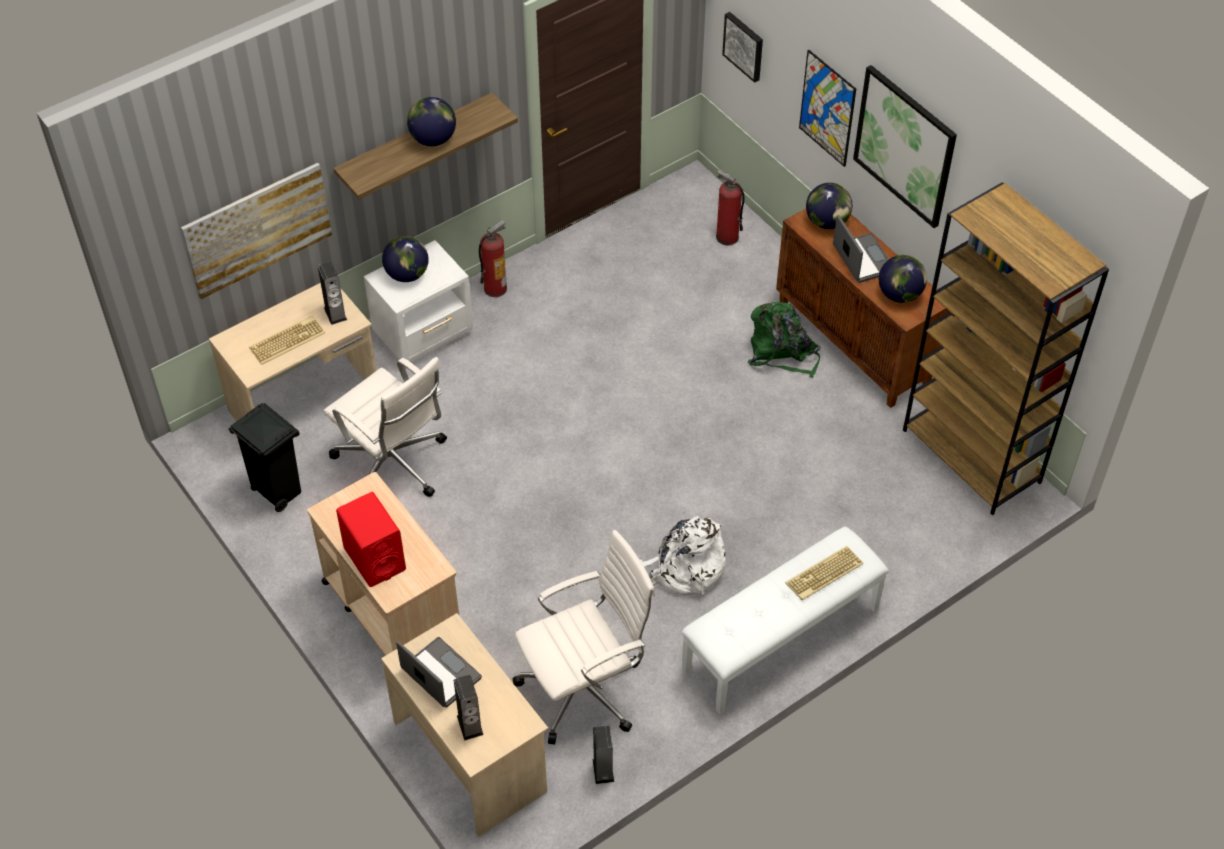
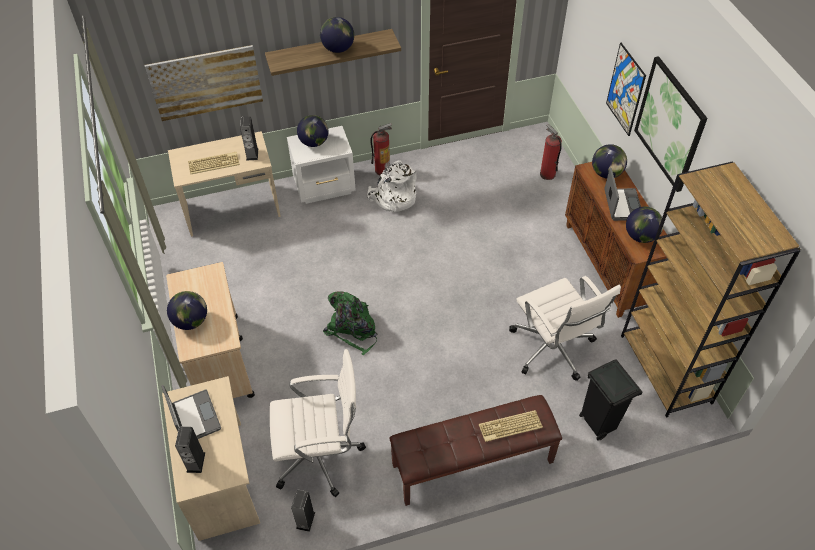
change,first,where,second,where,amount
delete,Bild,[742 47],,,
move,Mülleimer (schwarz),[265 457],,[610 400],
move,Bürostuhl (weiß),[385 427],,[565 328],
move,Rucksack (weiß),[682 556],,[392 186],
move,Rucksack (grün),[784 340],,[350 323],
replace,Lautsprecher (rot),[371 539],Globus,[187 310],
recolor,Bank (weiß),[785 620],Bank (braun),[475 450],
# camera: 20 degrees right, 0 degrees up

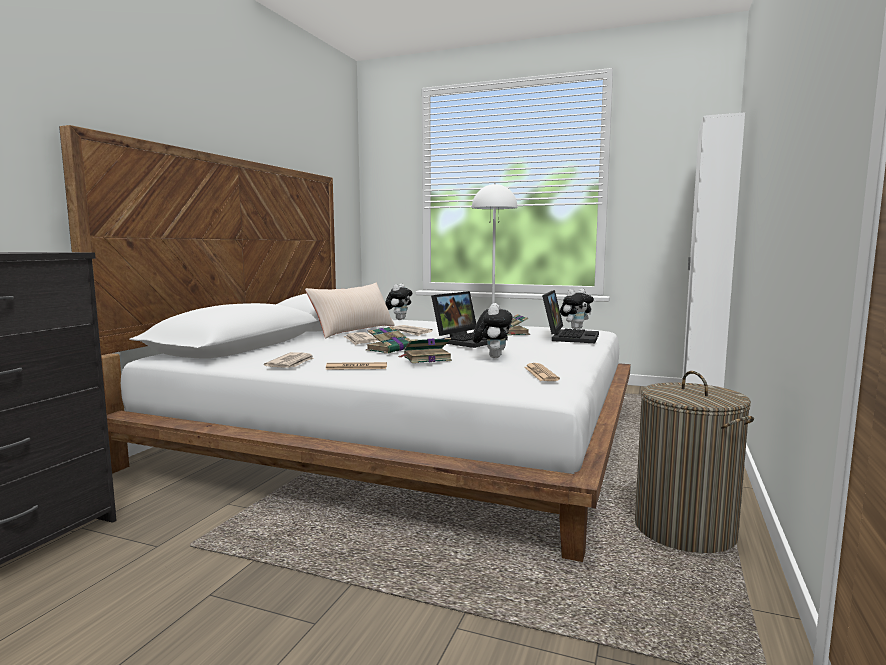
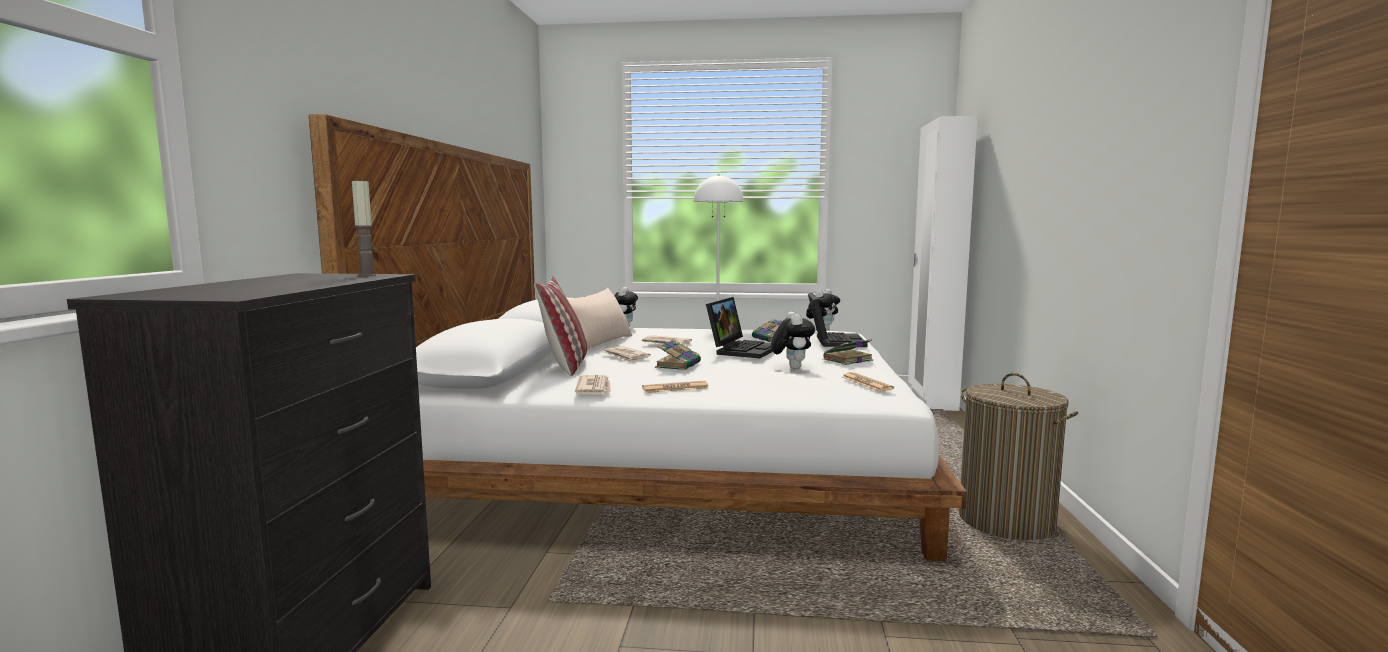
change,first,where,second,where,amount
insert,,,Kerze,[364 227],
insert,,,Kissen,[560 326],
move,Buch,[426 350],,[848 352],
# camera: 15 degrees left, 0 degrees up

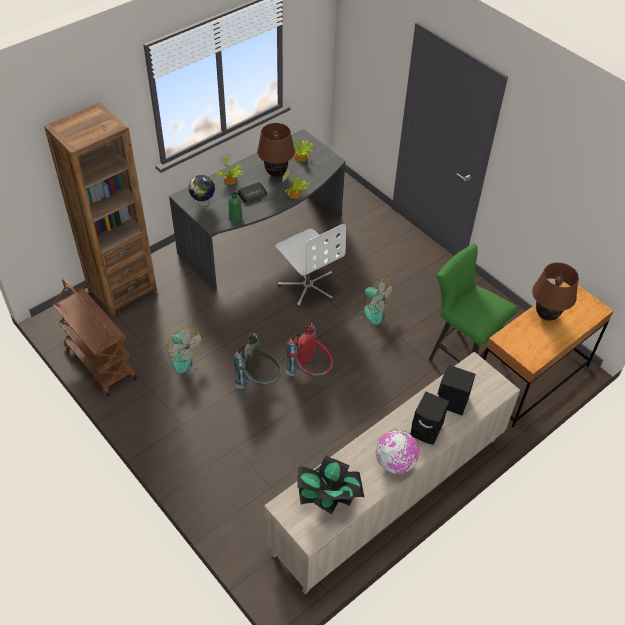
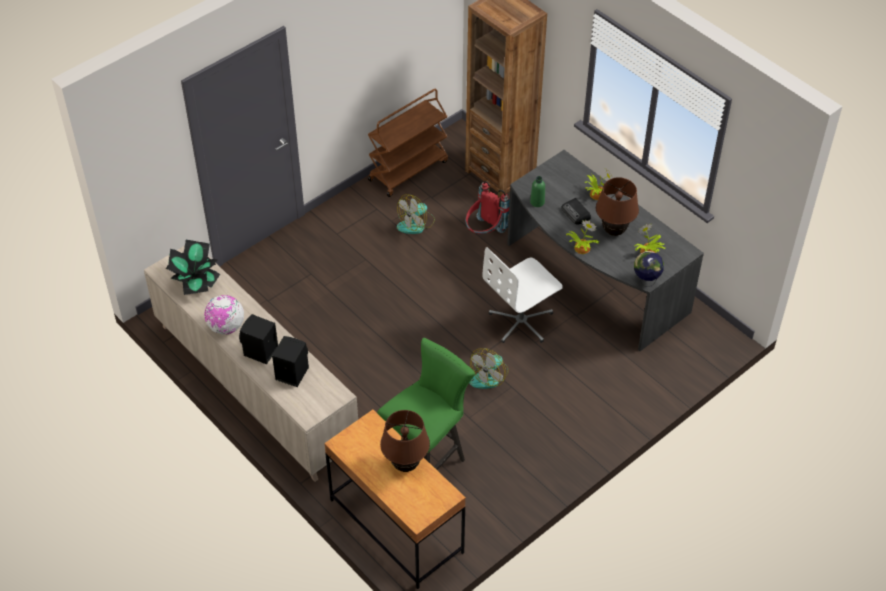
change,first,where,second,where,amount
delete,Rucksack (grau),[257 360],,,
move,Globus,[202 191],,[649 269],
move,Rucksack (rot),[309 349],,[487 207],
# camera: 90 degrees right, 0 degrees up

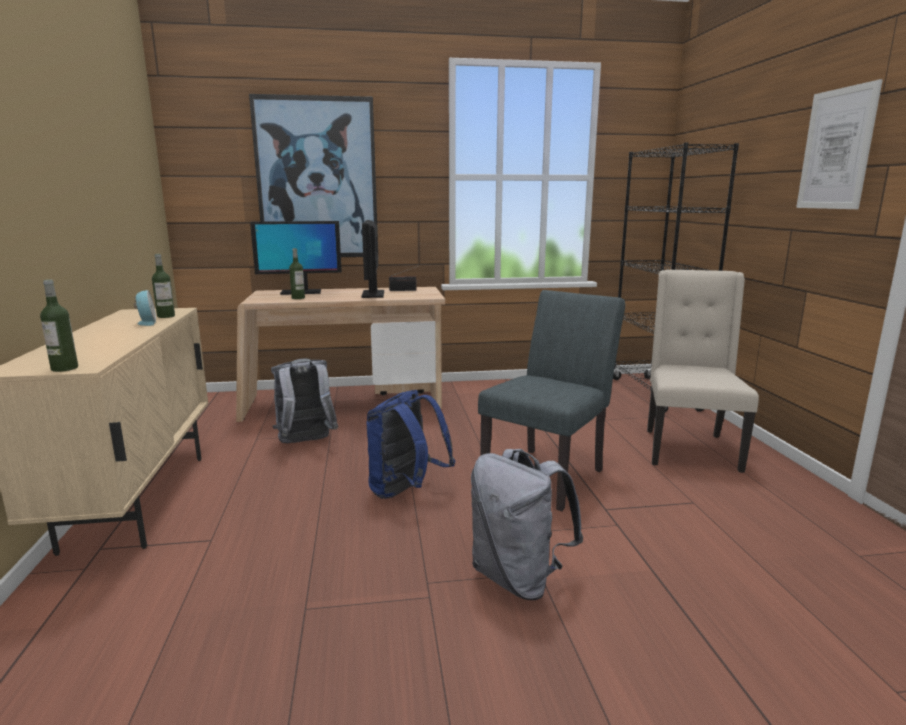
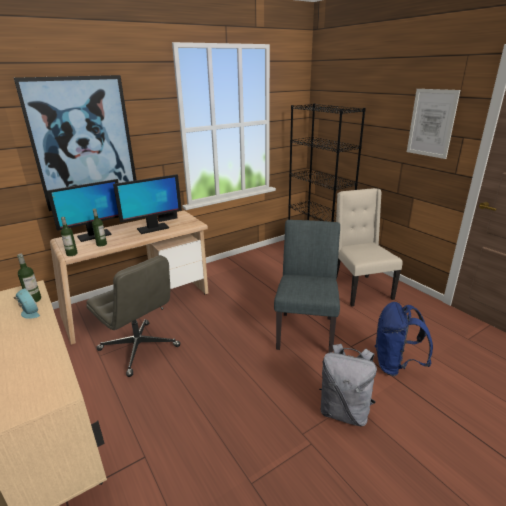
change,first,where,second,where,amount
move,Flasche,[59 325],,[69 236],
move,Rucksack (blau),[411 444],,[404 339],
replace,Rucksack (grau),[304 401],Bürostuhl (grau),[133 316],
rotate,Monitor,[372 259],,[147 204],90 degrees counterclockwise
# camera: 25 degrees left, 10 degrees up

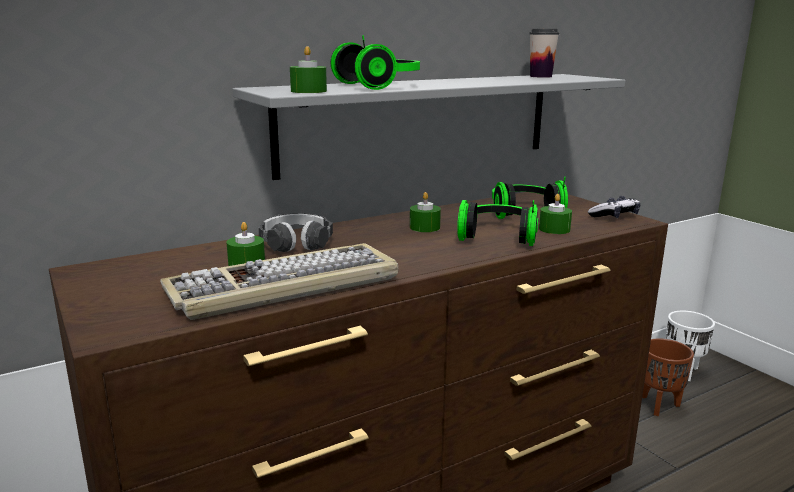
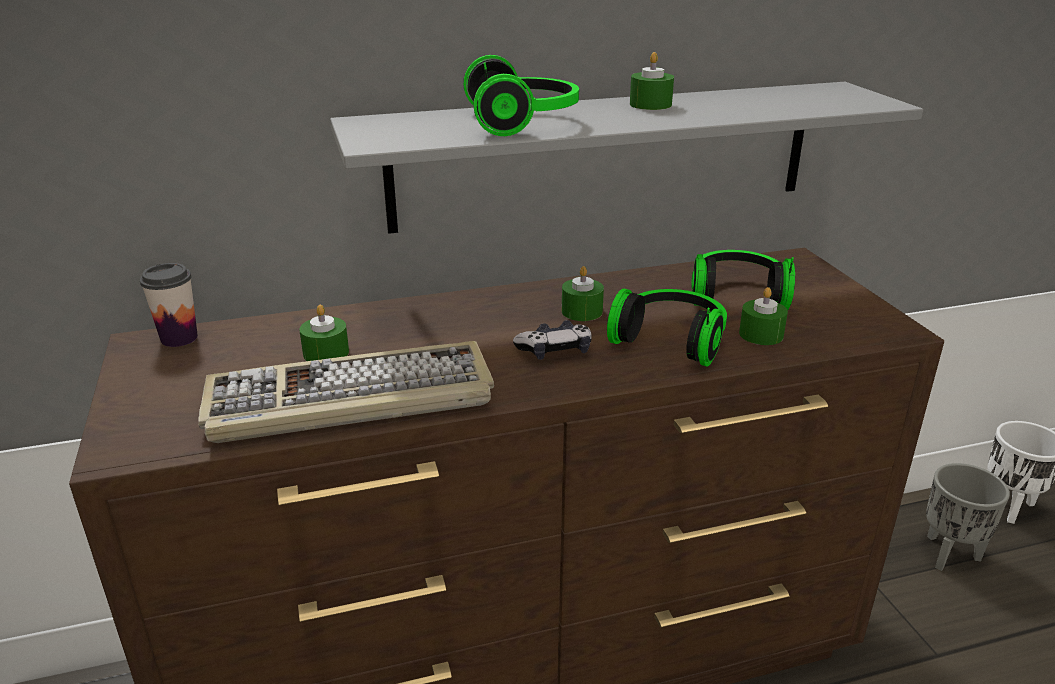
change,first,where,second,where,amount
delete,Kopfhörer,[296 232],,,
move,Kerze (grün),[308 69],,[652 81],
move,Tasse,[544 53],,[169 305],
move,Gamepad,[614 207],,[552 340],
recolor,Pflanzkübel (braun),[668 377],Pflanzkübel (grau),[968 517],
# camera: 15 degrees right, 10 degrees up

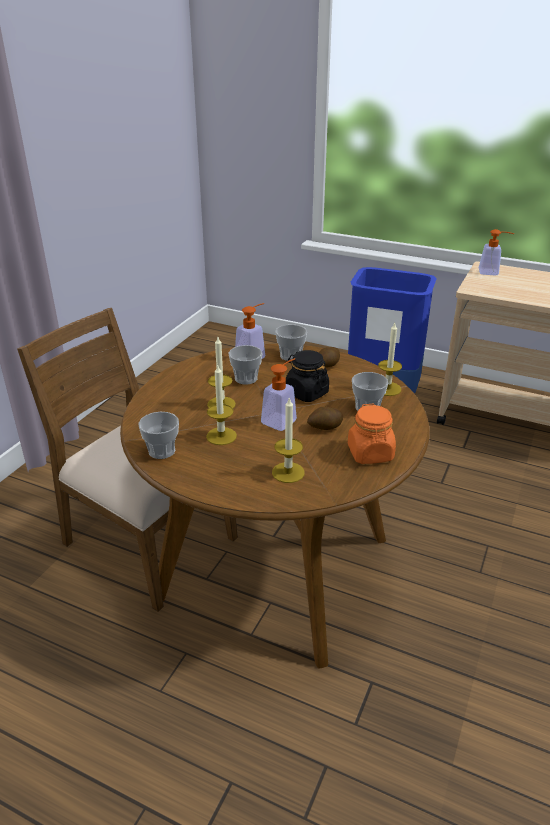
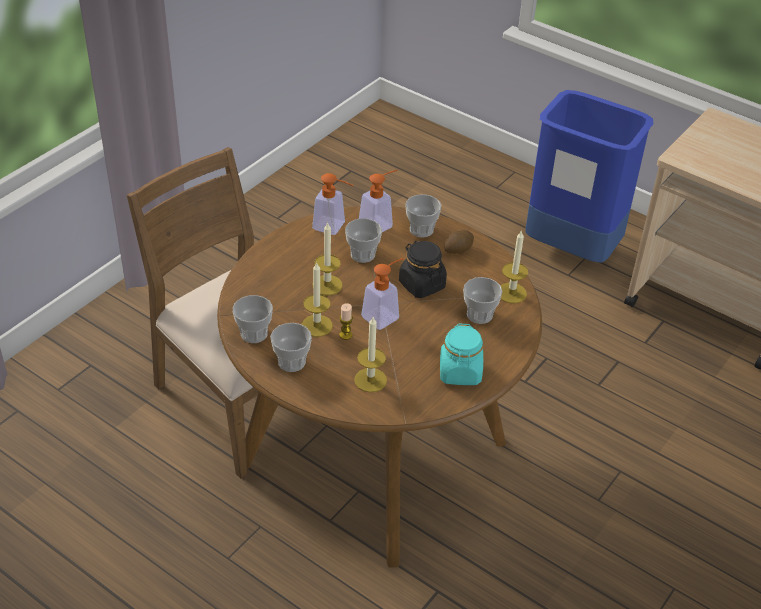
change,first,where,second,where,amount
delete,Kartoffel,[325 418],,,
insert,,,Tasse,[291 347],
insert,,,Kerze,[346 321],
move,Seifenspender,[497 252],,[332 204],
recolor,Vorratsglas (orange),[372 434],Vorratsglas (türkis),[461 354],
# camera: 10 degrees right, 10 degrees up

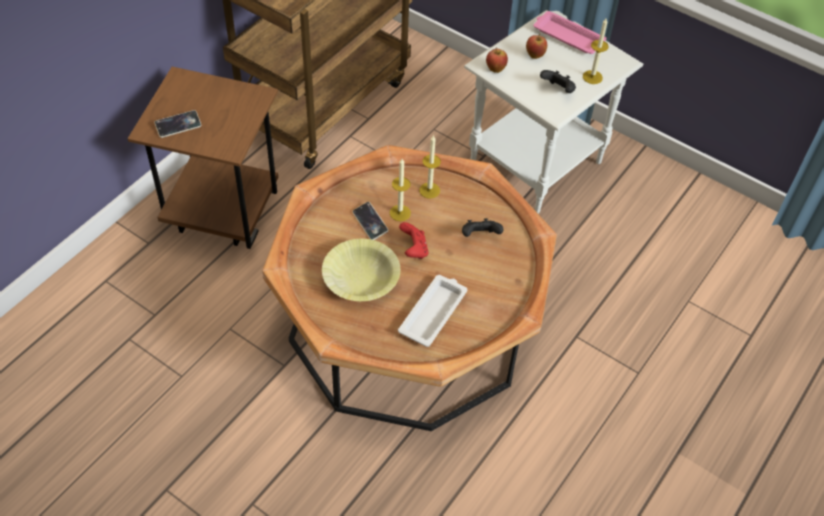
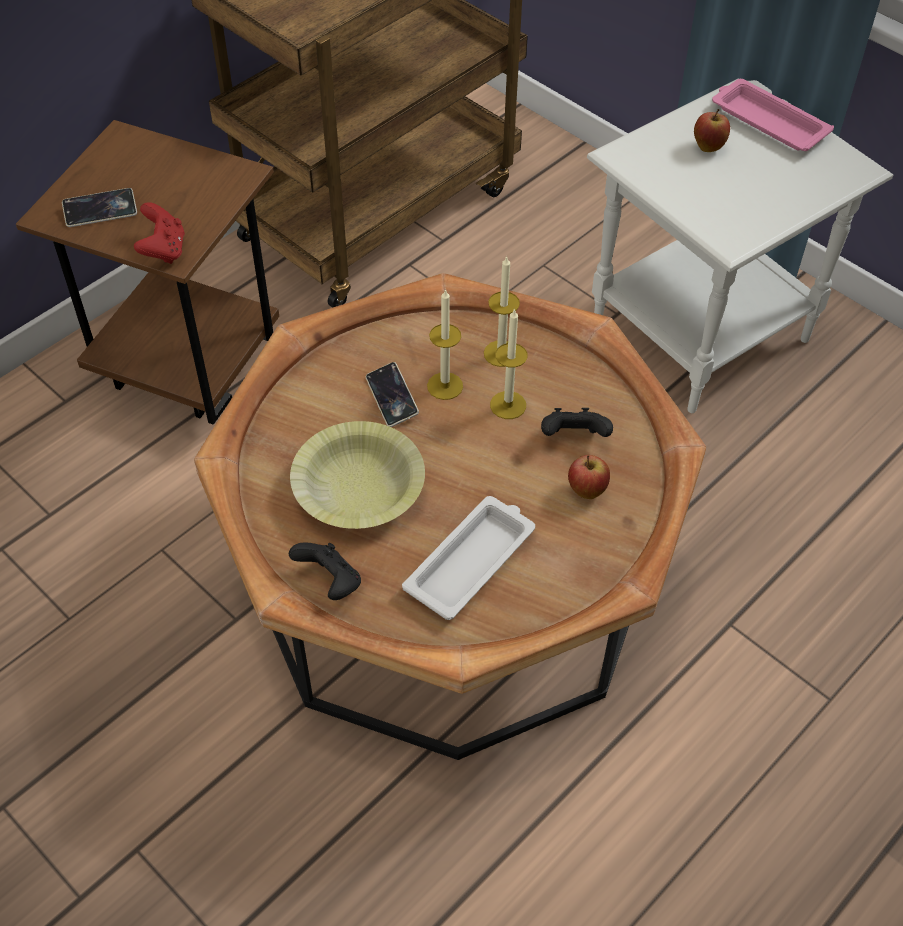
change,first,where,second,where,amount
move,Gamepad (rot),[414 240],,[159 233],
move,Apfel,[497 60],,[589 477],
move,Gamepad (schwarz),[558 81],,[325 571],
move,Kerze,[596 50],,[509 363],
# camera: 10 degrees right, 0 degrees up

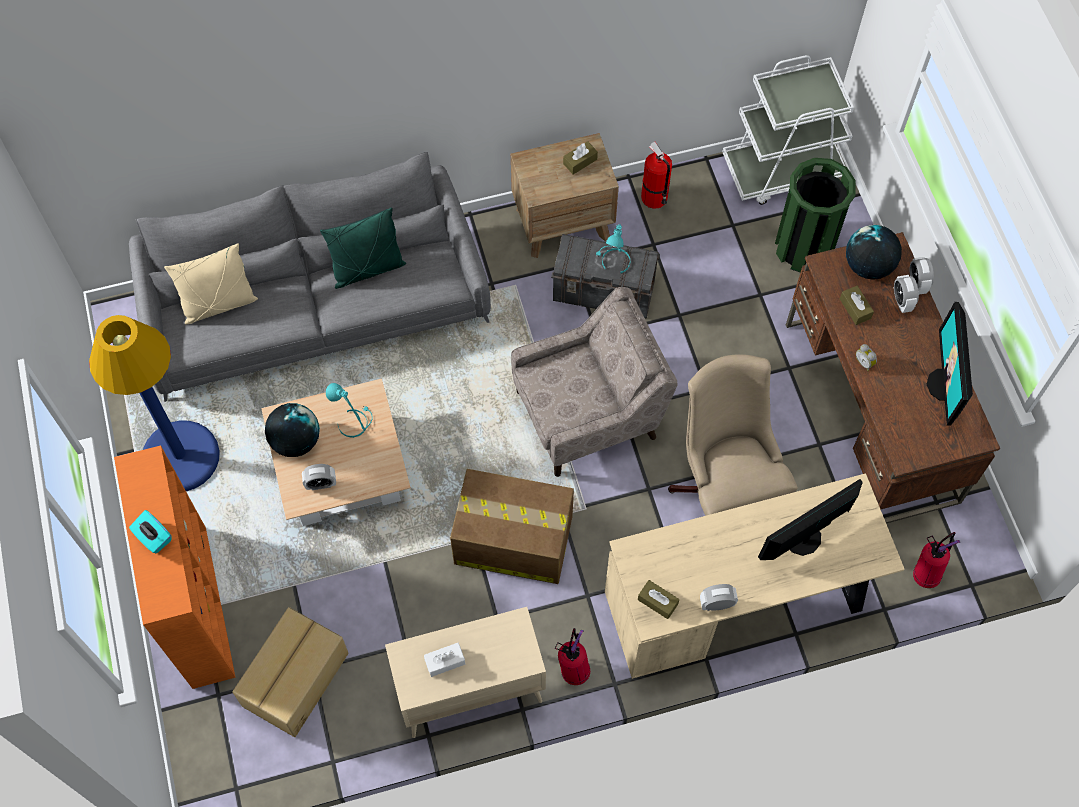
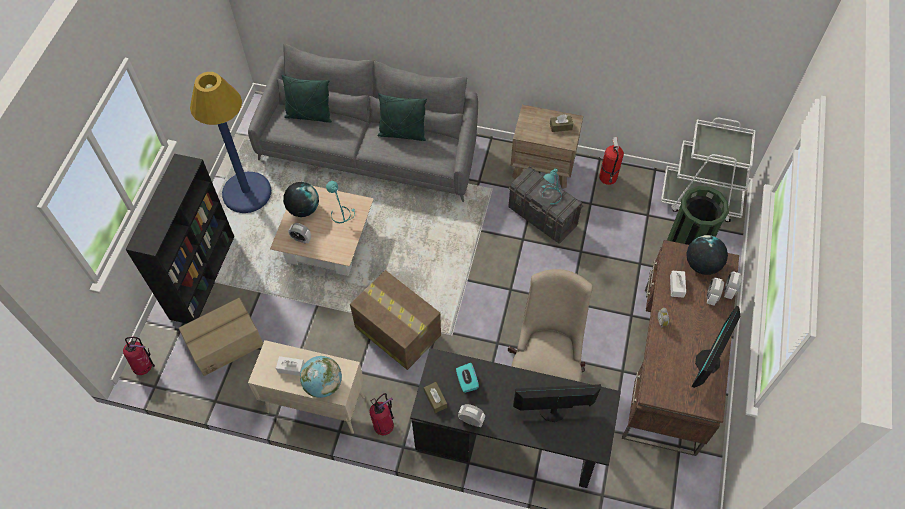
change,first,where,second,where,amount
delete,Sessel (beige),[594 382],,,
insert,,,Globus,[321 377],
move,Taschentuchbox (türkis),[150 531],,[467 378],
move,Feuerlöscher,[936 560],,[139 356],
recolor,Bücherregal (orange),[175 567],Bücherregal (schwarz),[179 239],
recolor,Kissen (beige),[211 284],Kissen (grün),[307 98],
recolor,Schreibtisch (beige),[755 576],Schreibtisch (schwarz),[515 418],
recolor,Taschentuchbox (braun),[857 305],Taschentuchbox (weiß),[678 284],
# camera: 30 degrees right, 5 degrees down

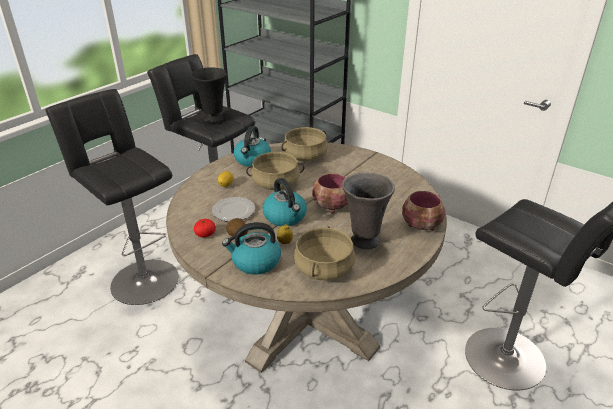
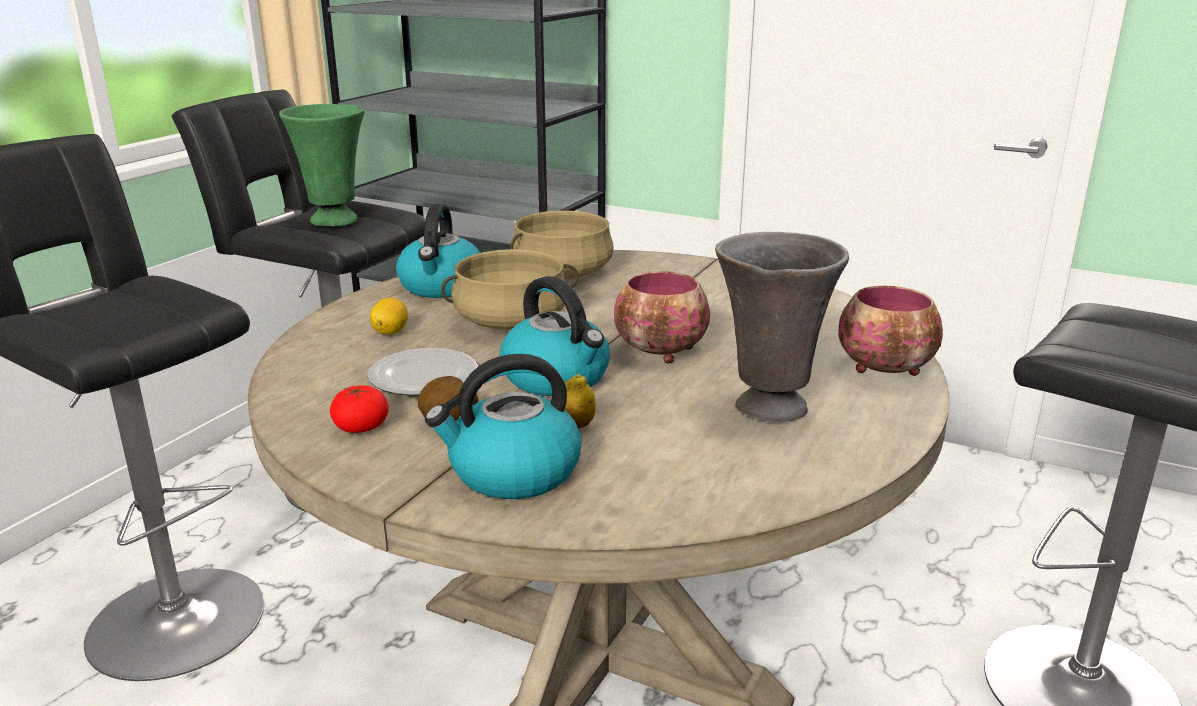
change,first,where,second,where,amount
delete,Kochtopf (beige),[324 253],,,
recolor,Vase (schwarz),[209 95],Vase (grün),[321 165],
# camera: 10 degrees left, 10 degrees down

